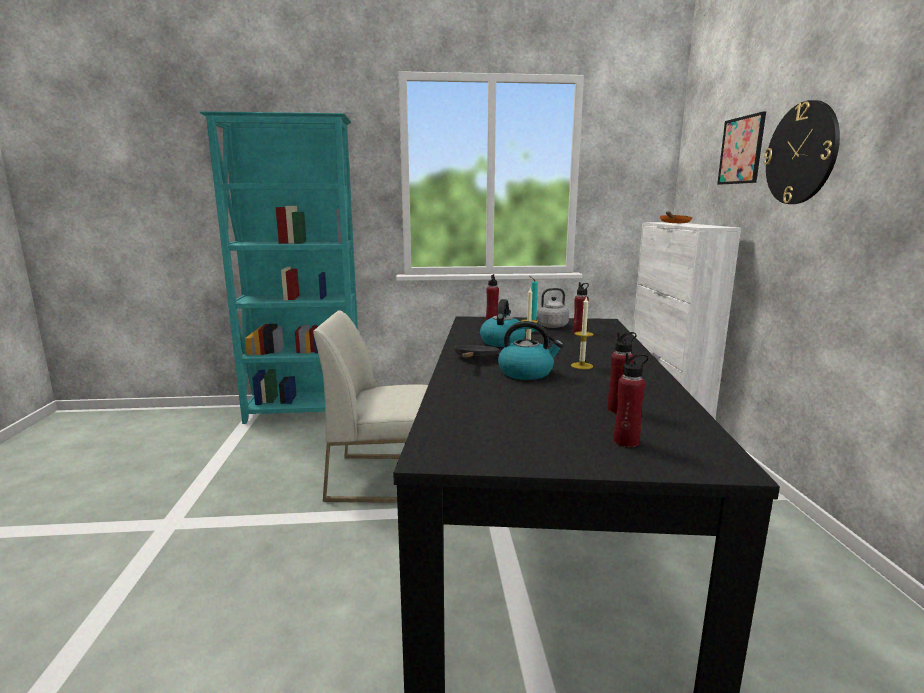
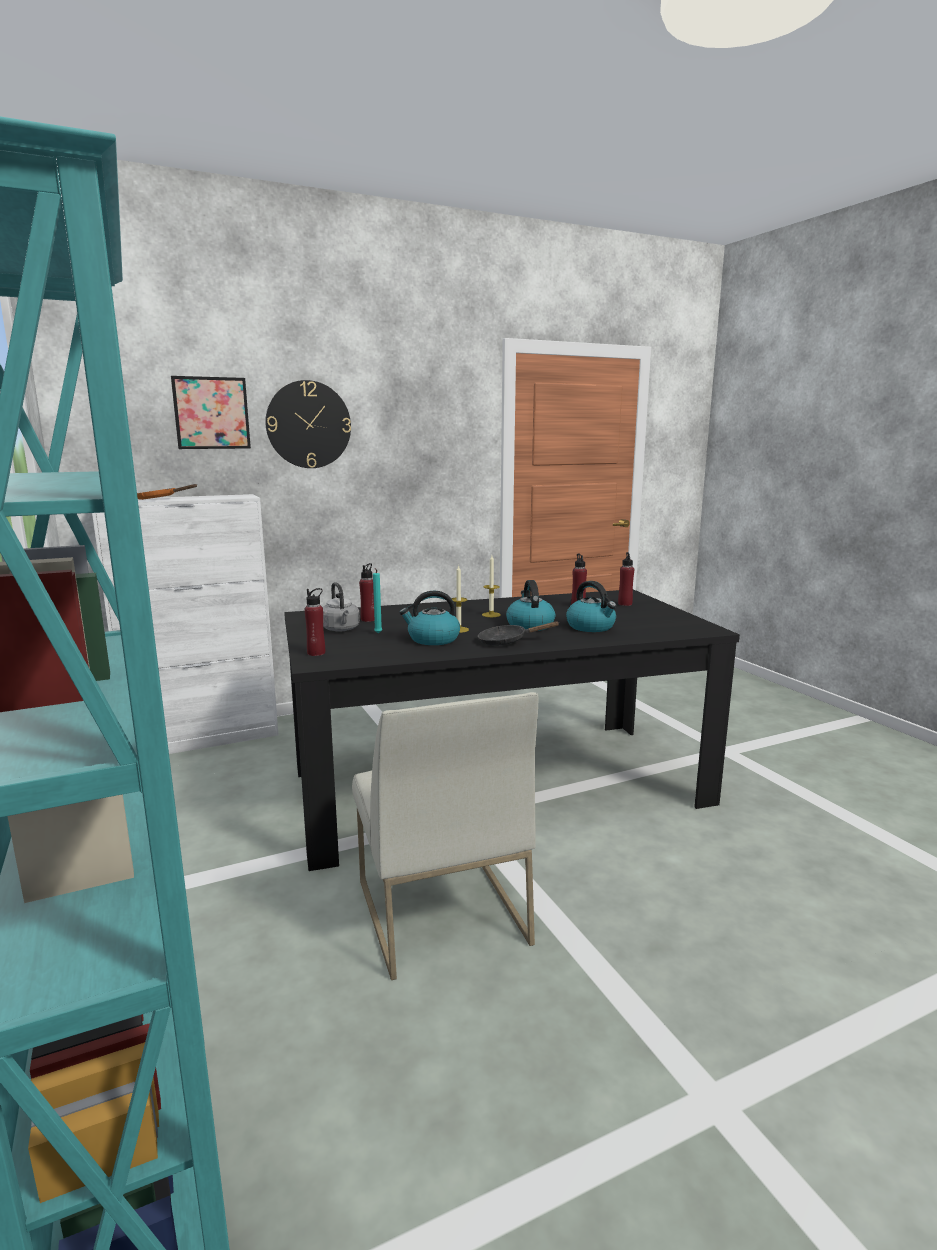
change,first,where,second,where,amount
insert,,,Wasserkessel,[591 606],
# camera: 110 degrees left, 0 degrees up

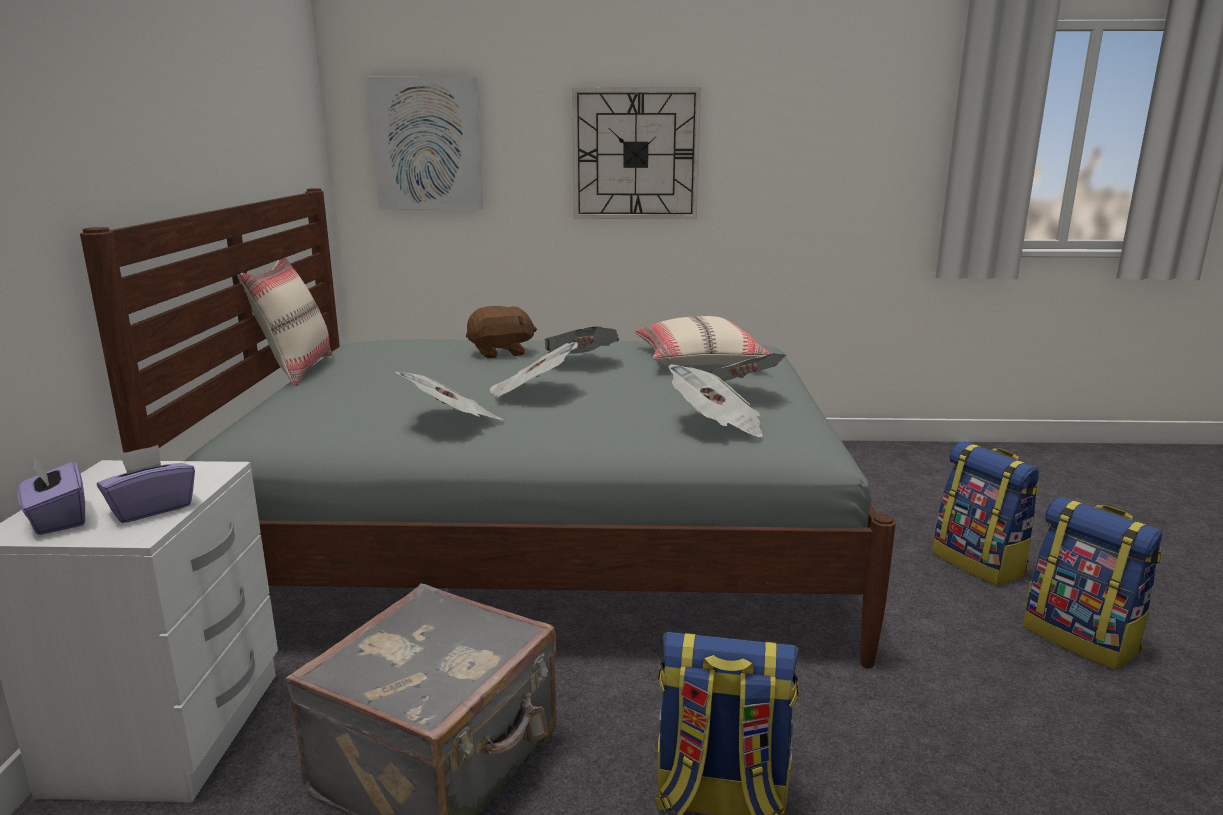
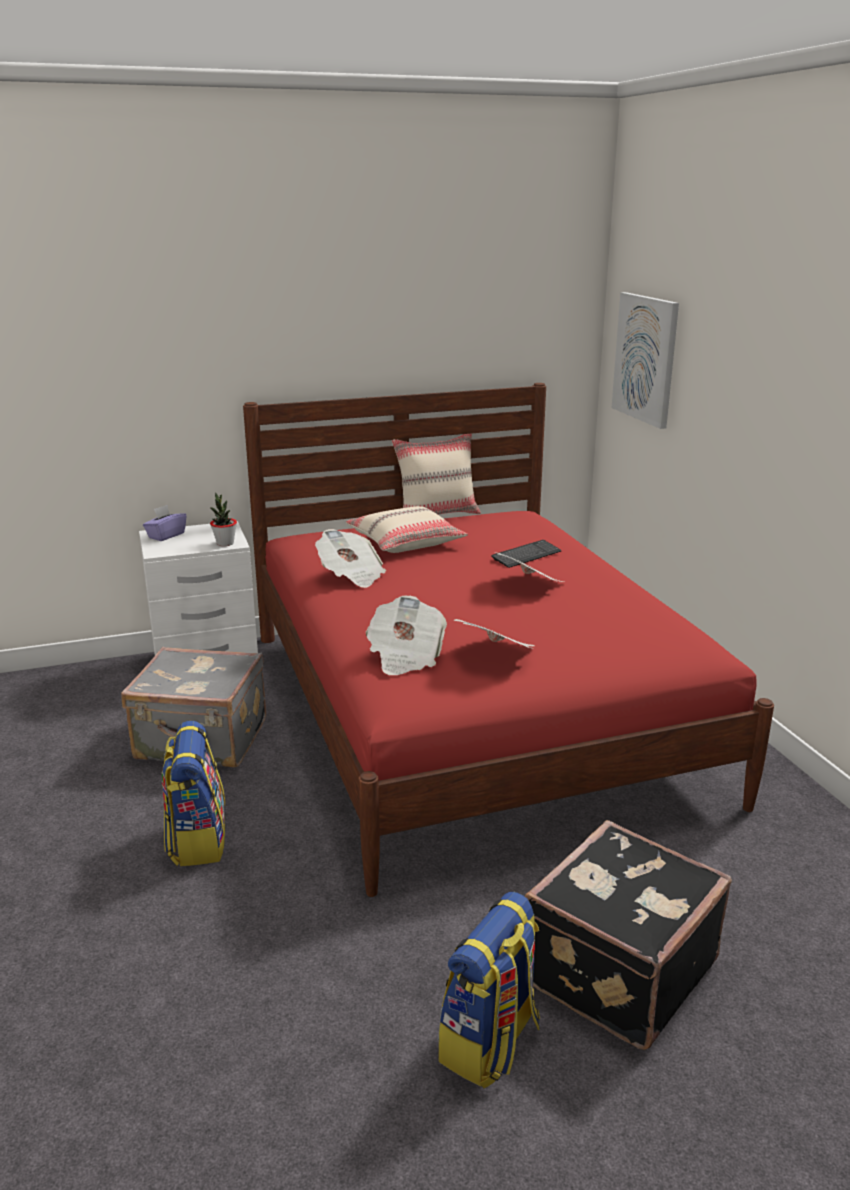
change,first,where,second,where,amount
delete,Taschentuchbox (lila),[146 484],,,
delete,Zeitung,[534 370],,,
delete,Wanduhr,[636 153],,,
insert,,,Topfpflanze,[223 519],
move,Kissen (beige),[702 341],,[407 529],
replace,Plüschtier (braun),[501 332],Tastatur,[526 554],
replace,Rucksack,[986 513],Koffer (schwarz),[628 935],
recolor,Bett (grau),[488 428],Bett (rot),[508 640],
# camera: 70 degrees right, 5 degrees up

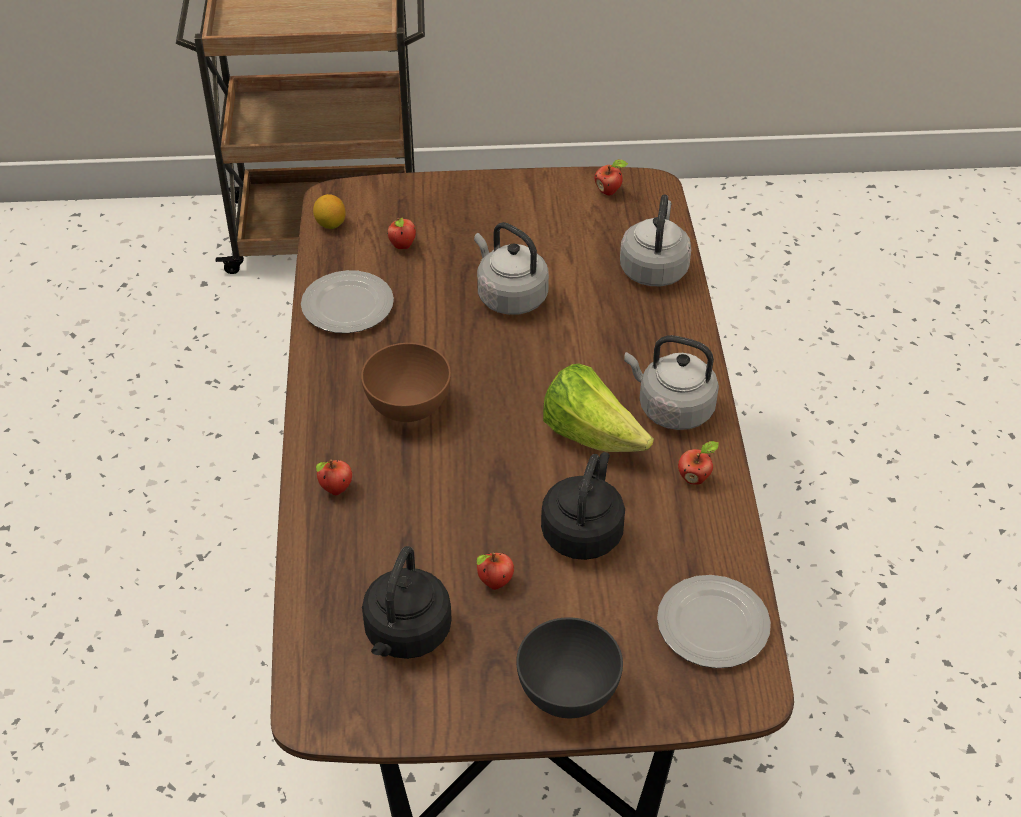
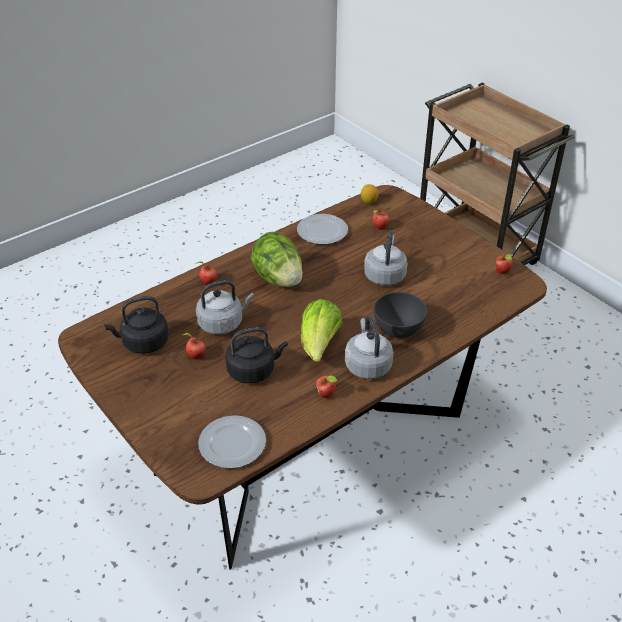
change,first,where,second,where,amount
move,Schüssel (grau),[569 668],,[400 315],
move,Wasserkessel (grau),[655 240],,[225 307],
replace,Schüssel (braun),[406 382],Salatkopf,[277 259],
# camera: 55 degrees right, 5 degrees down

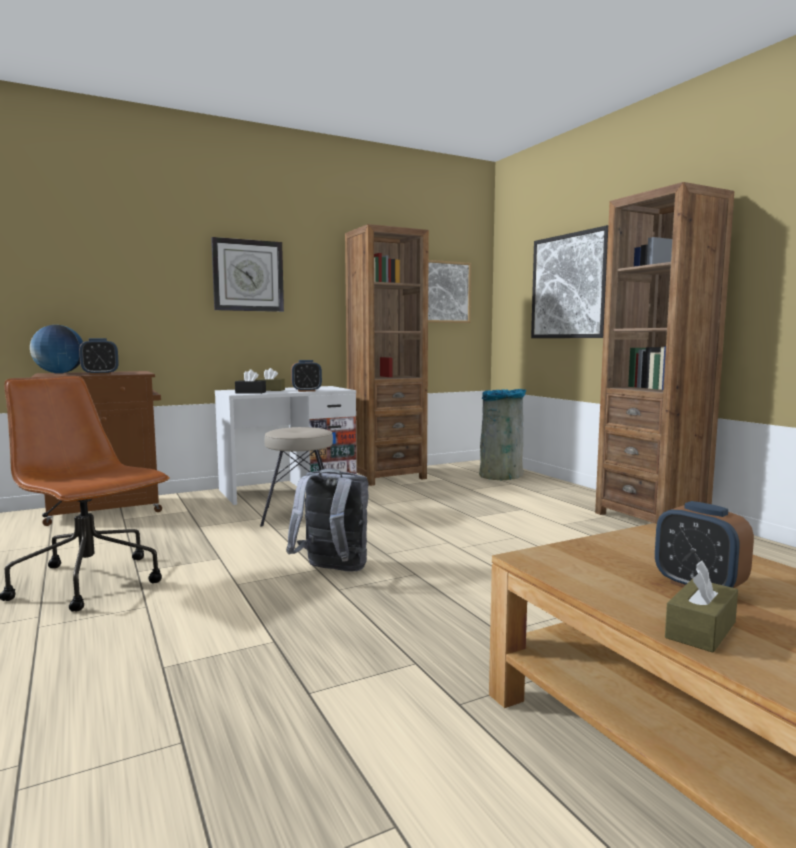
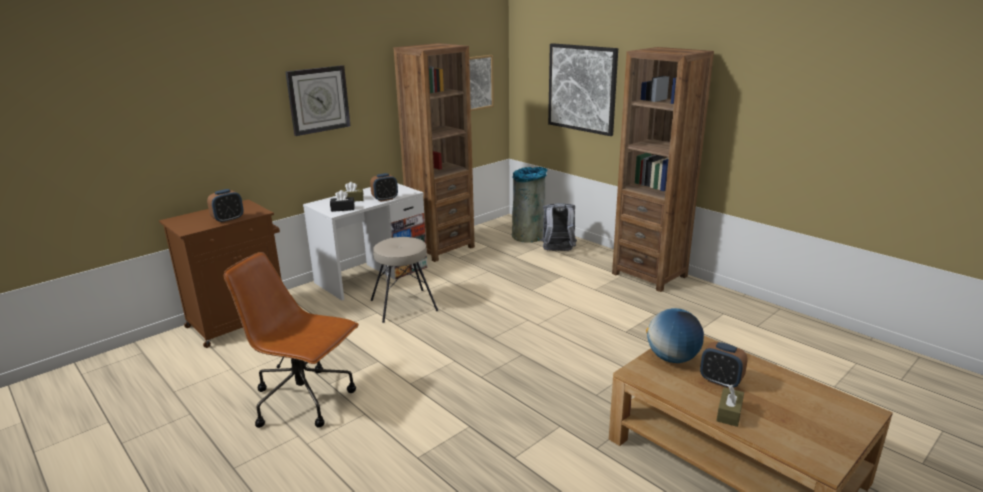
change,first,where,second,where,amount
move,Globus,[56 349],,[675 335],
move,Rucksack (grau),[327 520],,[558 227],
# camera: 15 degrees left, 15 degrees up

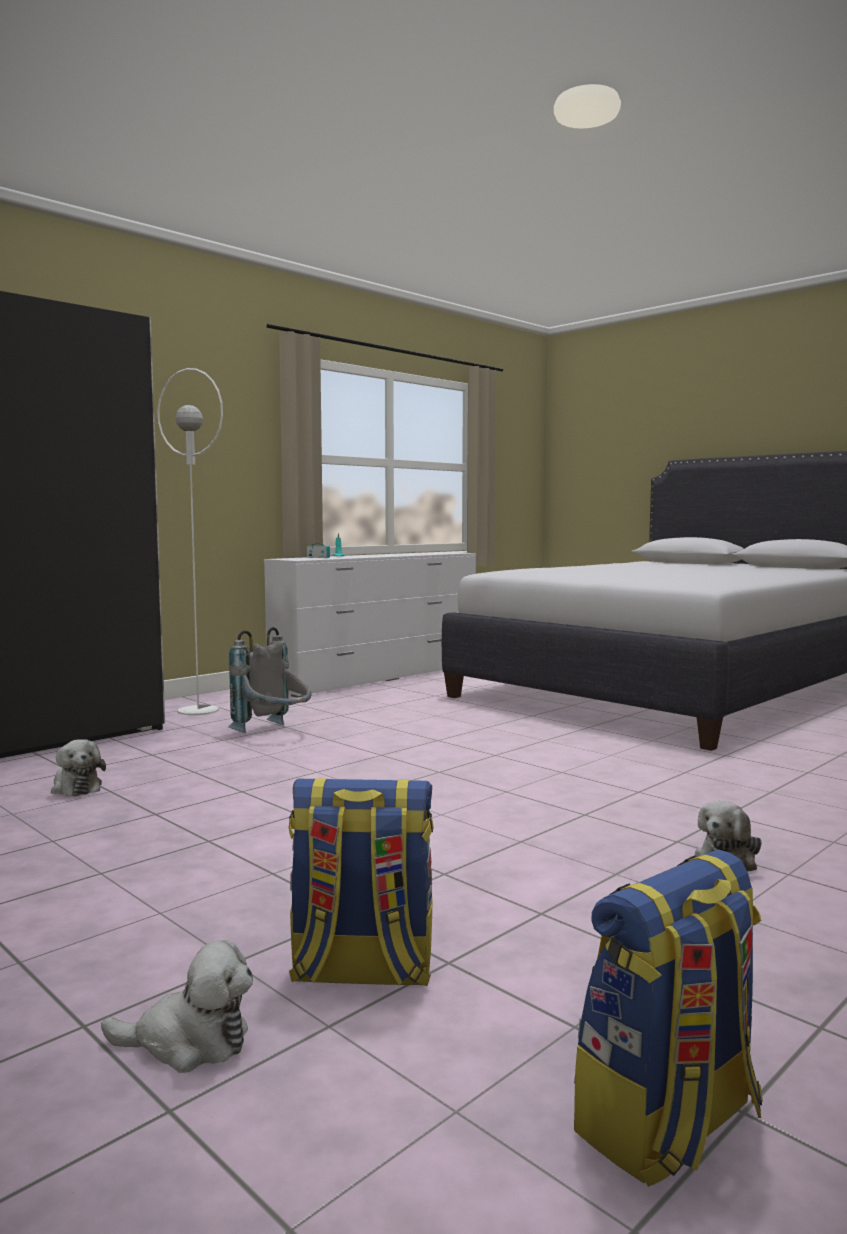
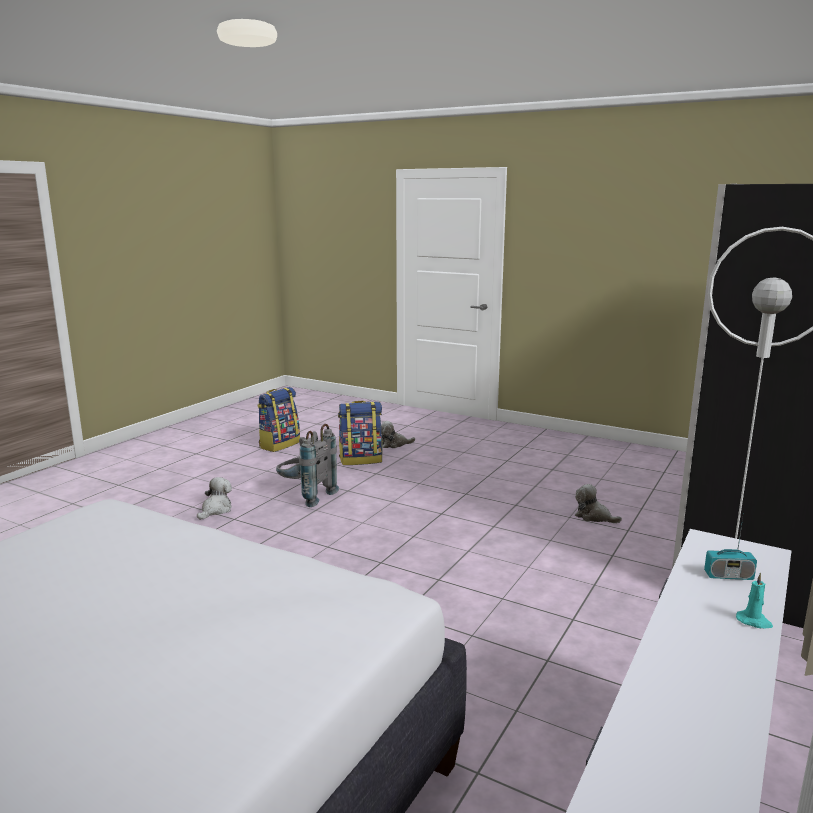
change,first,where,second,where,amount
move,Rucksack (grau),[270 680],,[307 465],
# camera: 165 degrees right, 10 degrees up

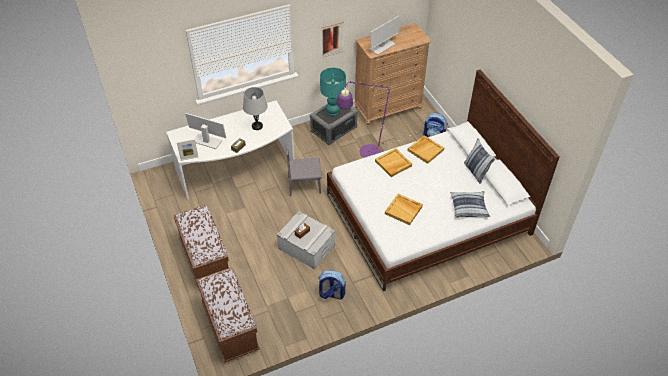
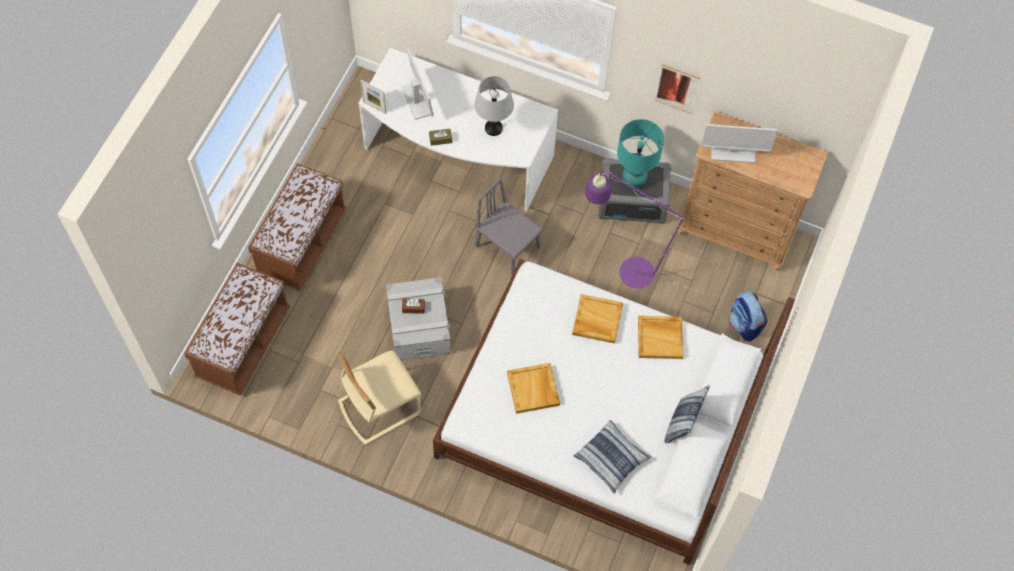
change,first,where,second,where,amount
replace,Rucksack,[332 285],Stuhl (beige),[379 397],
# camera: 45 degrees right, 15 degrees up

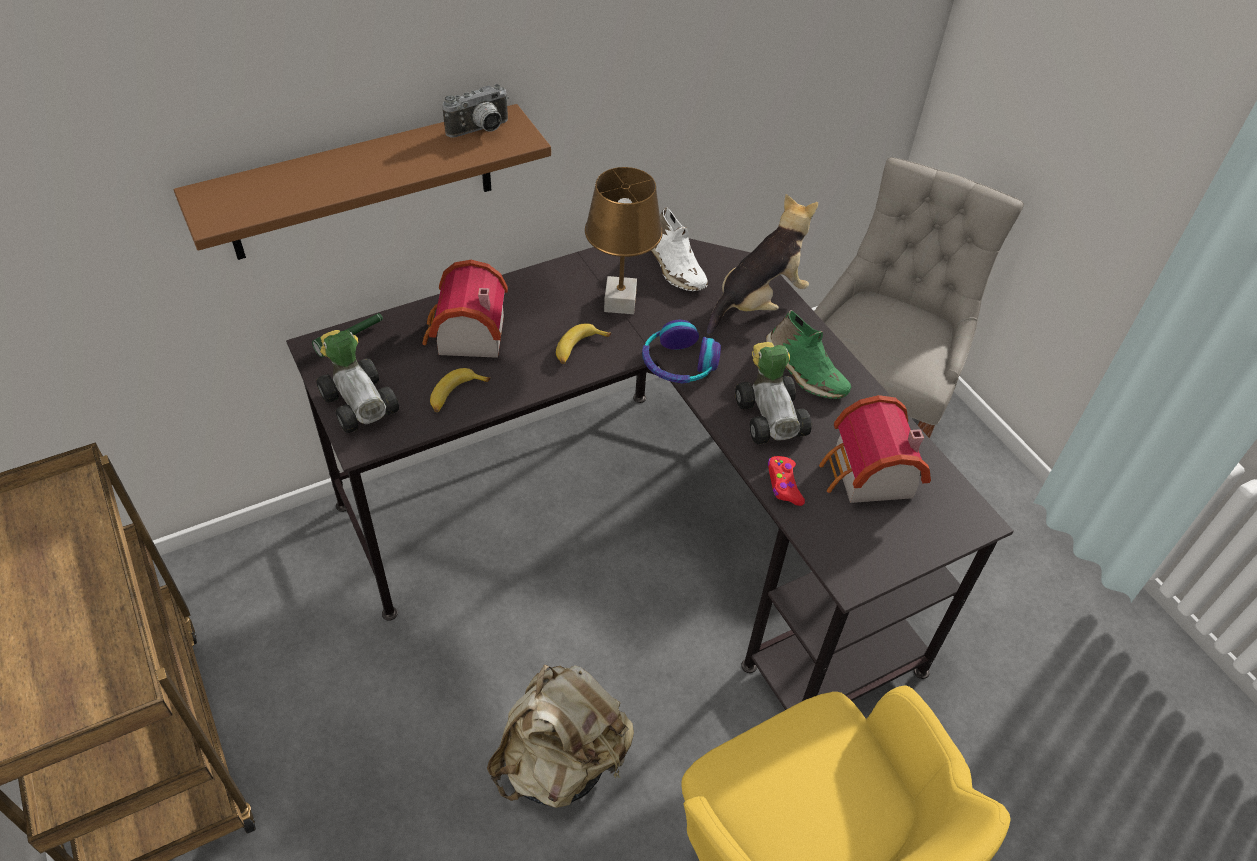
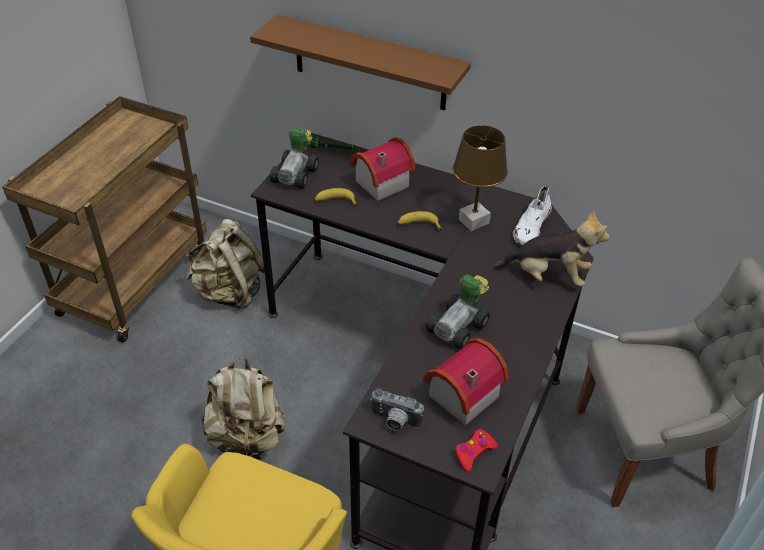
change,first,where,second,where,amount
delete,Kopfhörer,[681 351],,,
delete,Schuh (grün),[808 354],,,
insert,,,Rucksack (beige),[225 265],
move,Kamera,[475 110],,[397 409],
move,Gamepad (rot),[786 481],,[476 450],
# camera: 55 degrees right, 5 degrees down

